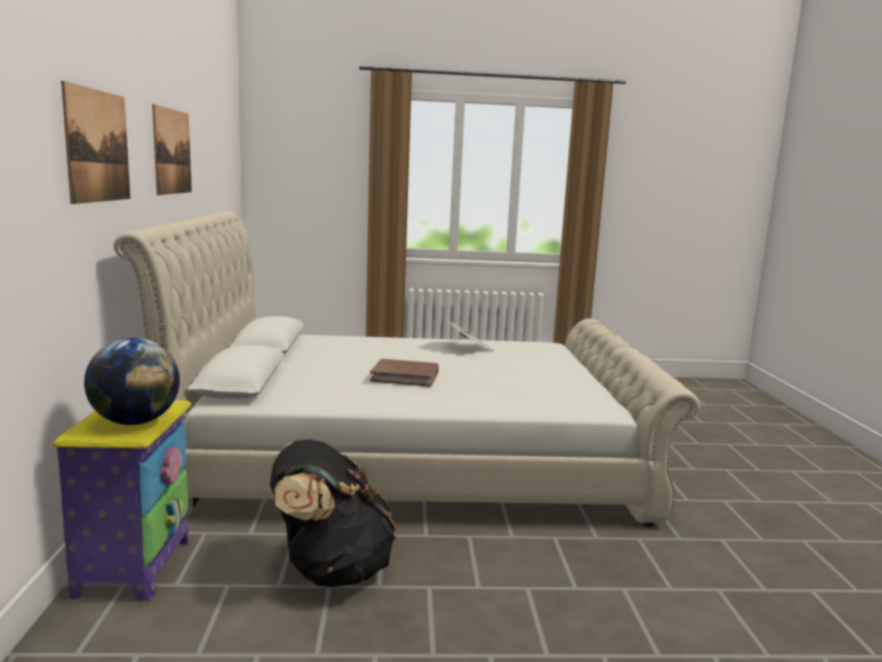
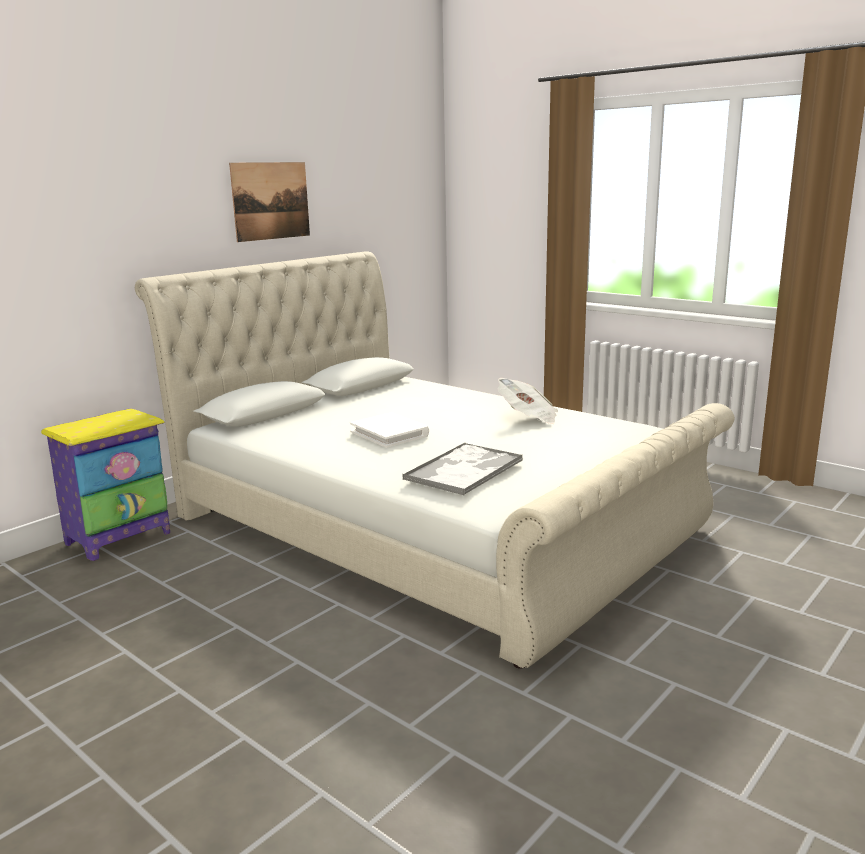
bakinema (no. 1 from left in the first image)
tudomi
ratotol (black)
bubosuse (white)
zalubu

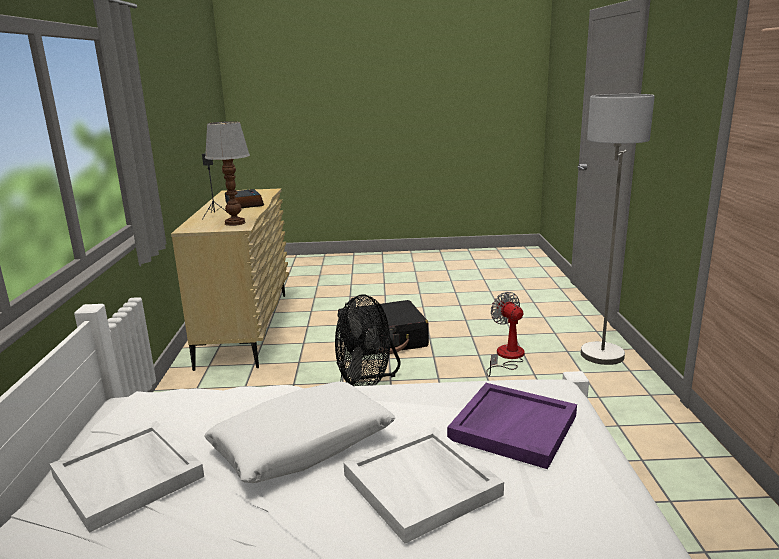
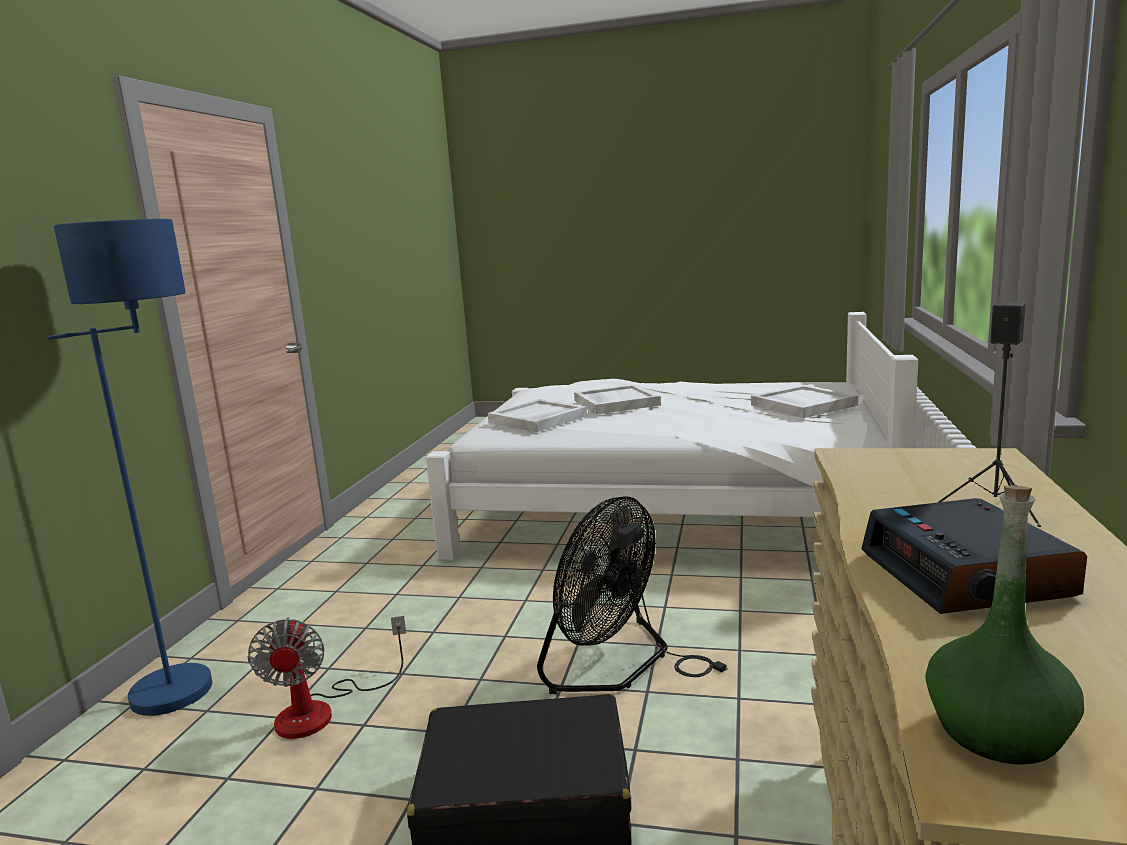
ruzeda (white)
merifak
zalubu (white) (no. 1 from left)
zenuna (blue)
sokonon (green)

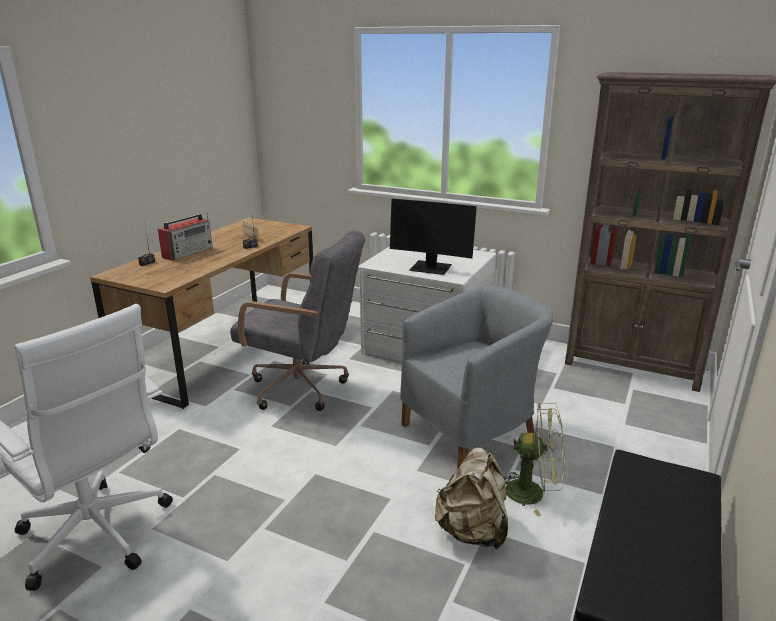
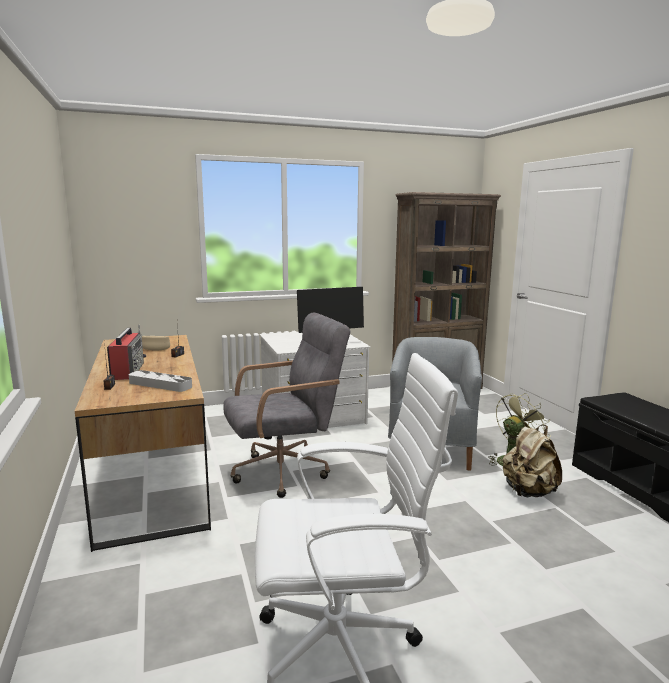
zalubu (grey)

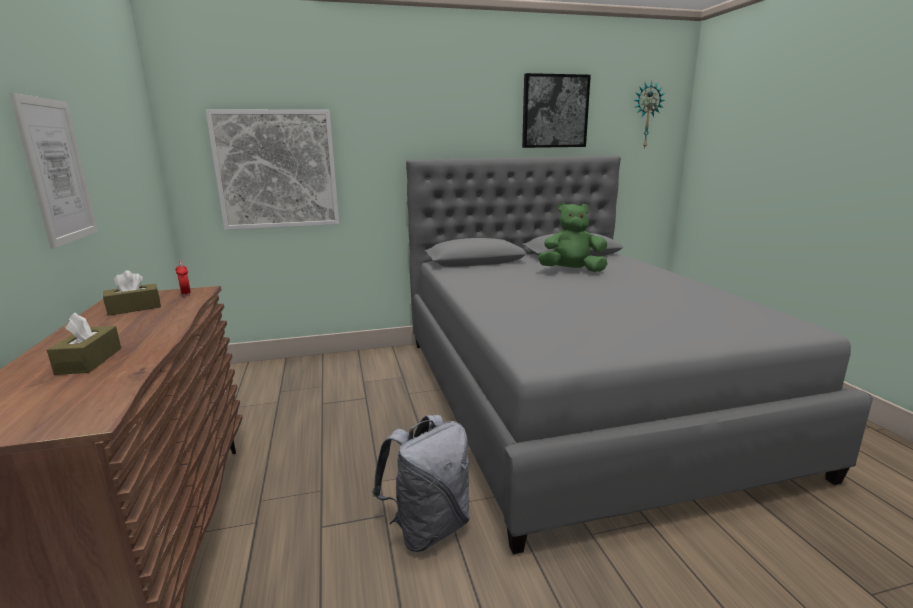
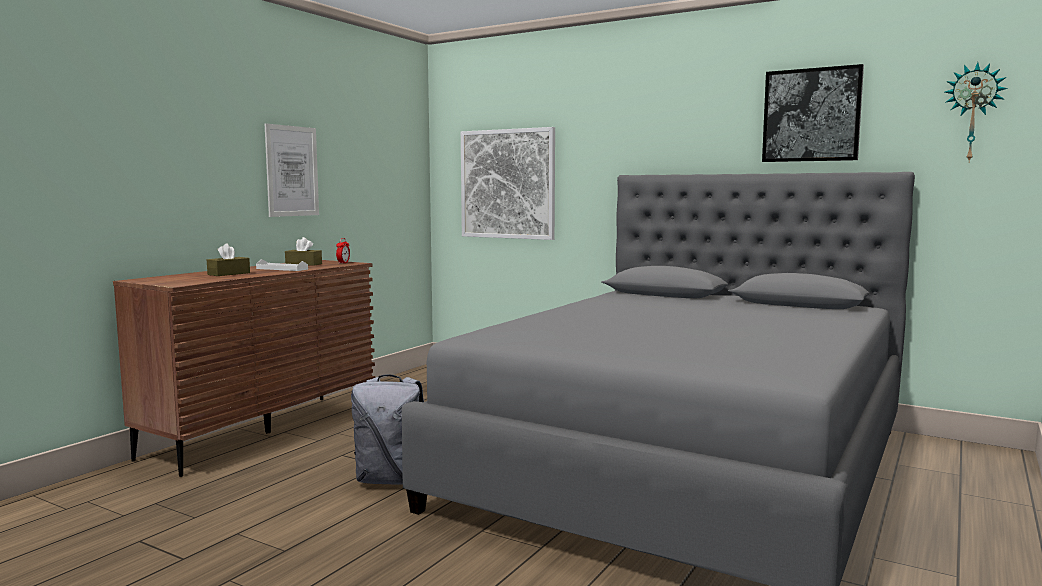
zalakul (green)
zalubu (white)

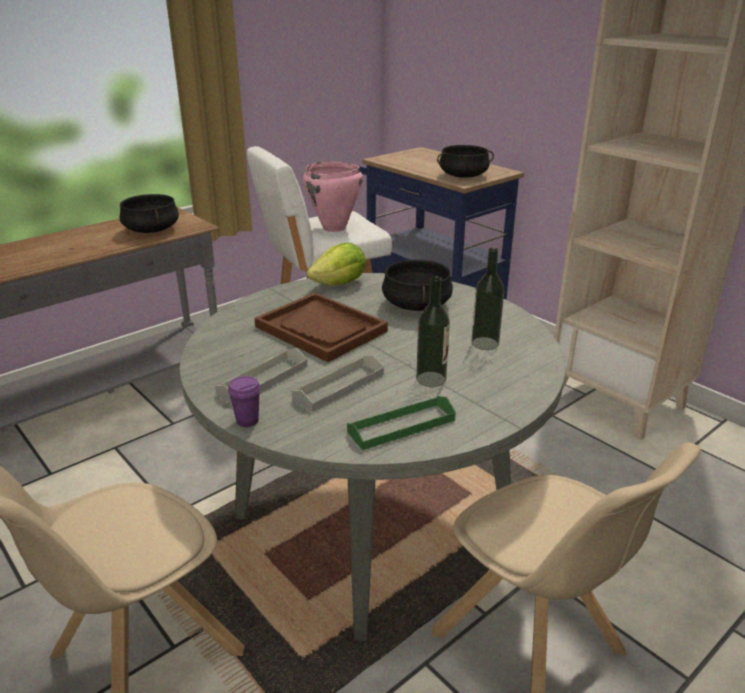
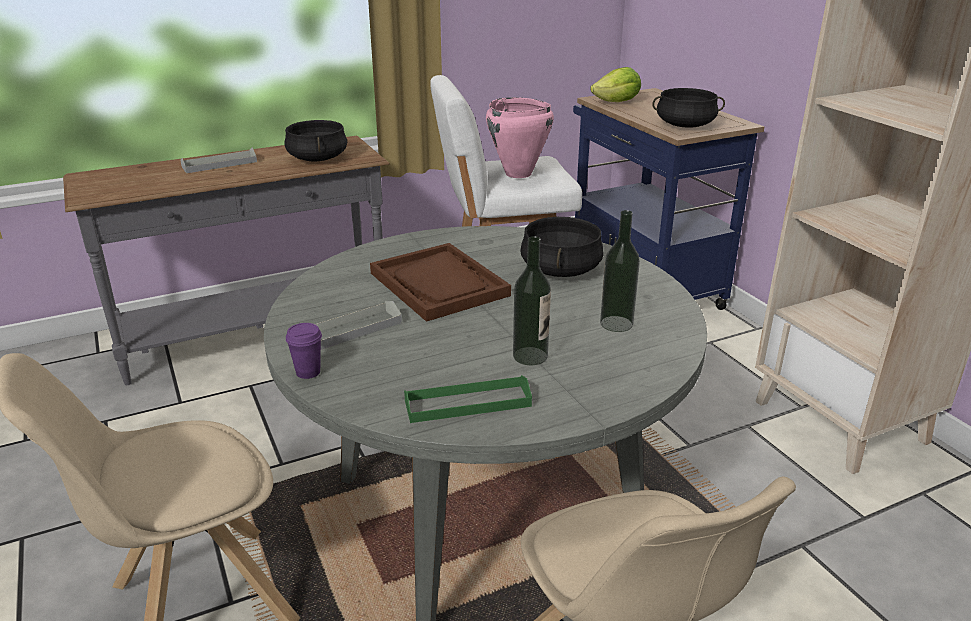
zalubu (grey) (no. 1 from left)
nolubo

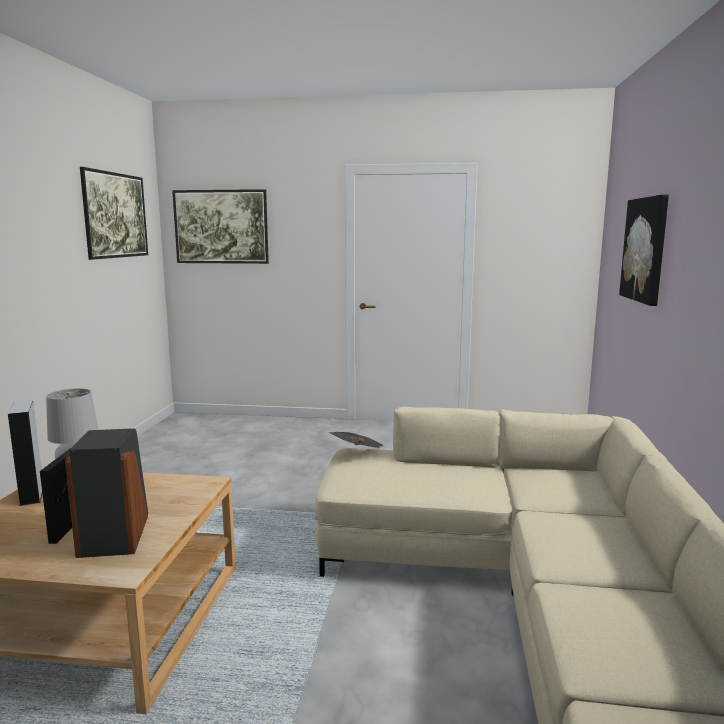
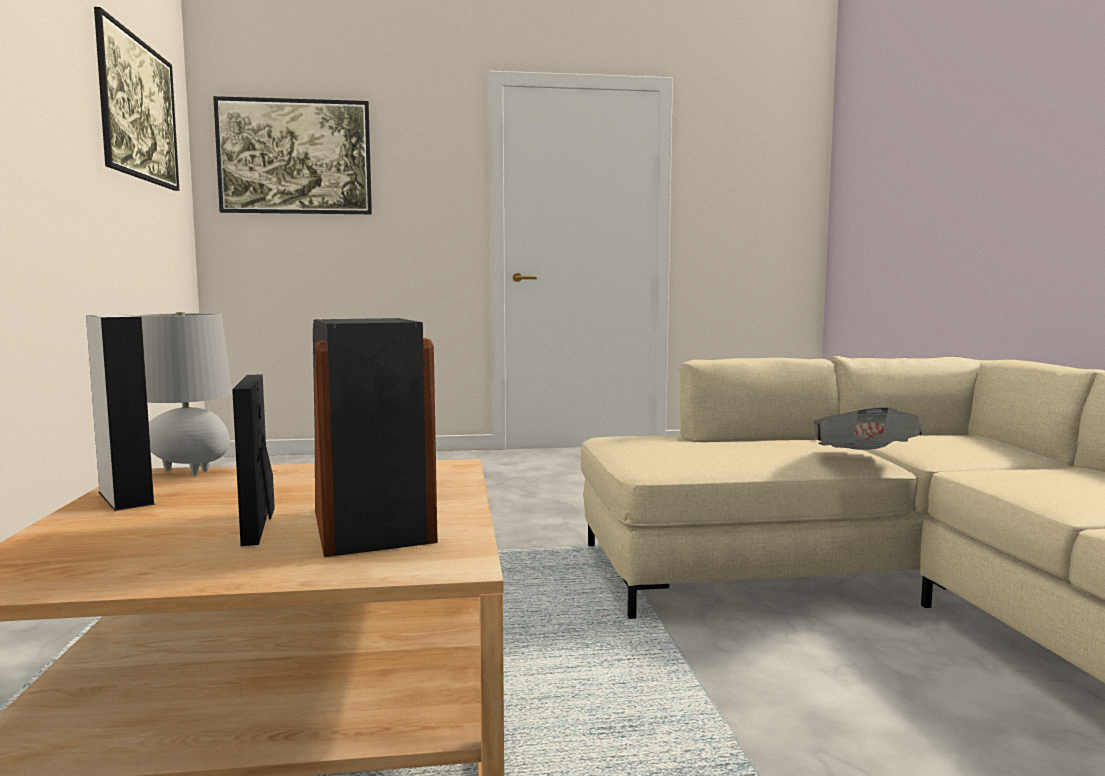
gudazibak
bakinema (no. 3 from left in the first image)

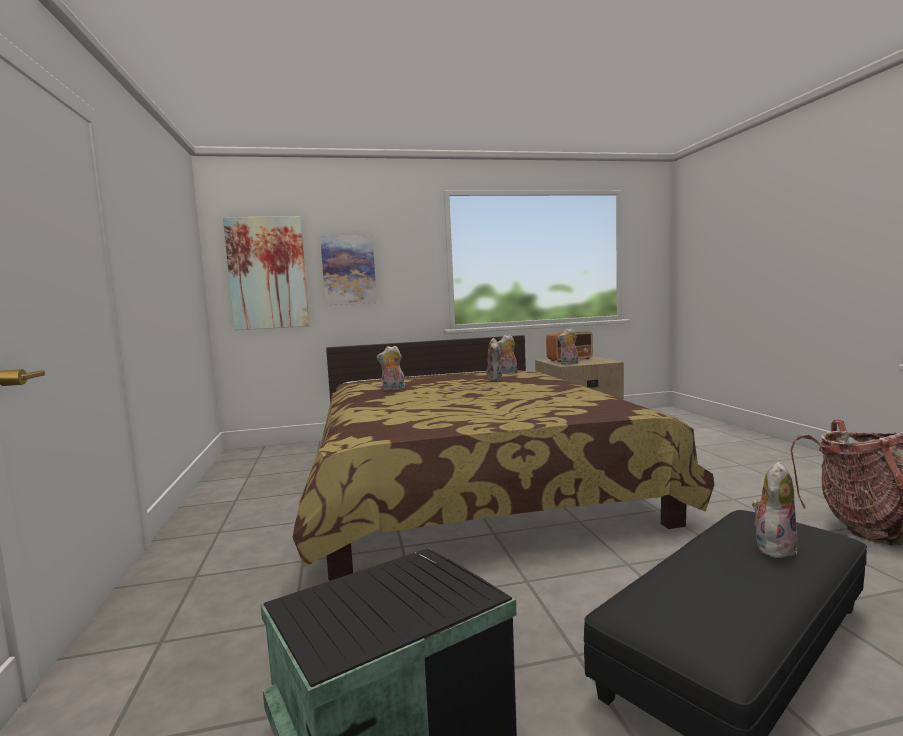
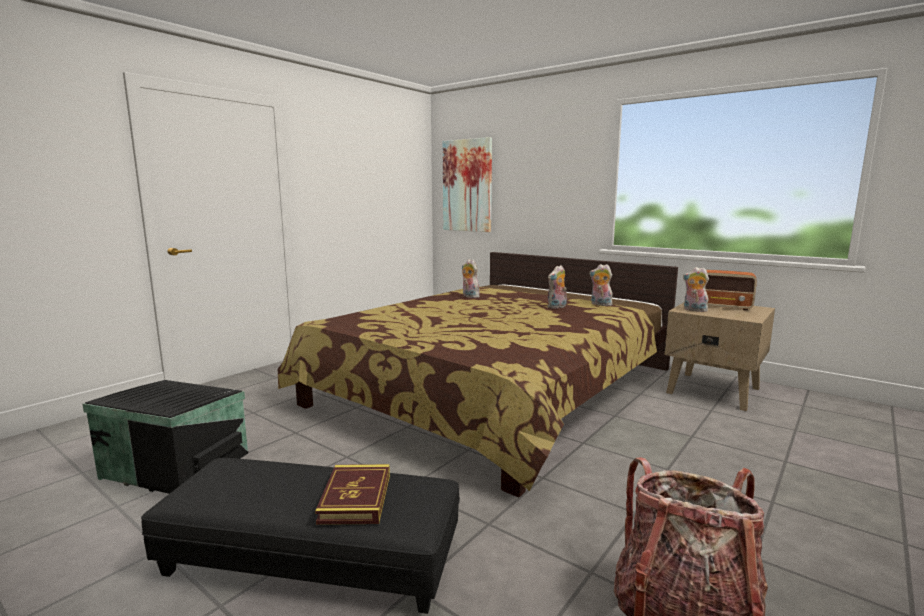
bakinema (no. 2 from left in the first image)
bubosuse

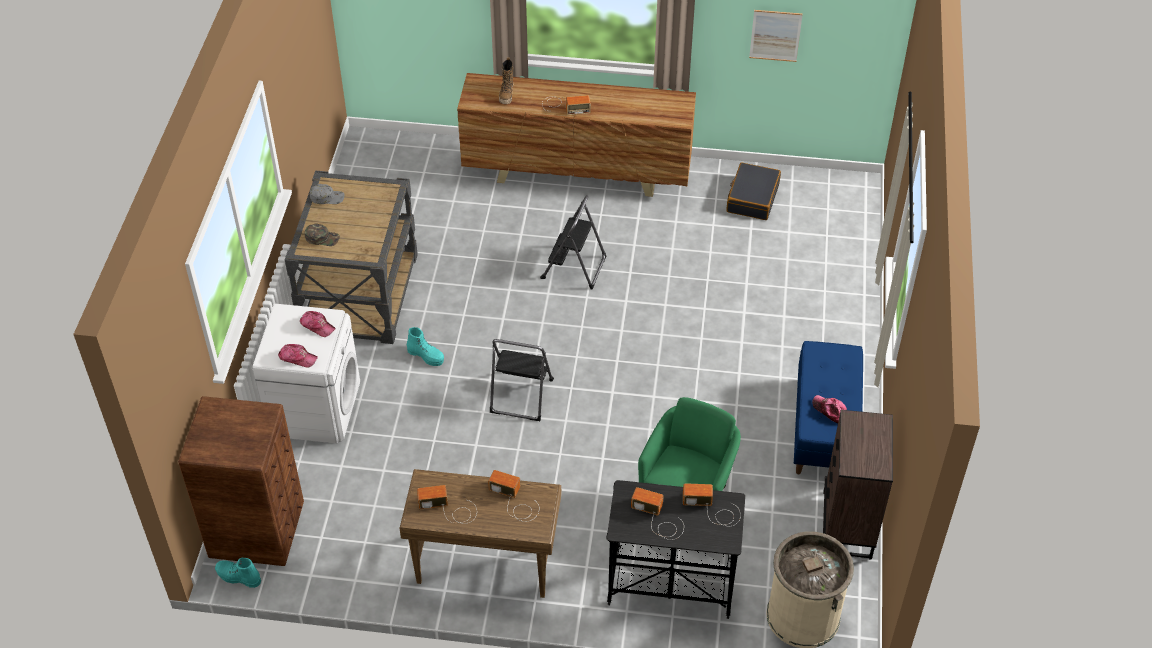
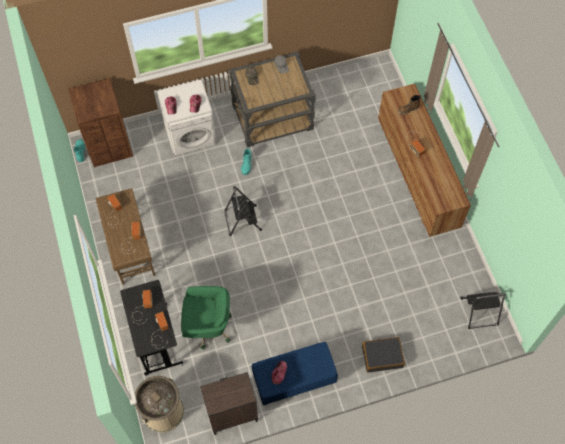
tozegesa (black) (no. 2 from left)
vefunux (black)
bakinema

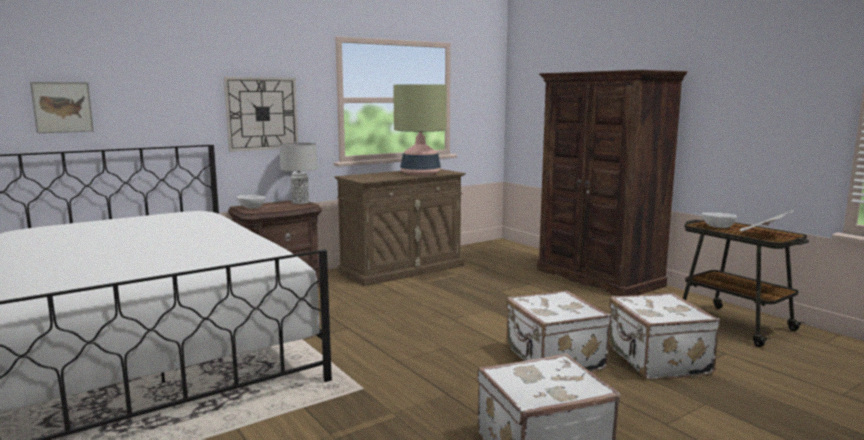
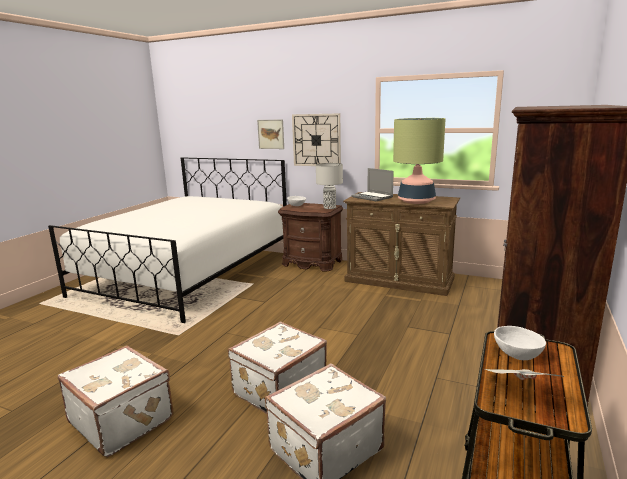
bakinema
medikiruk

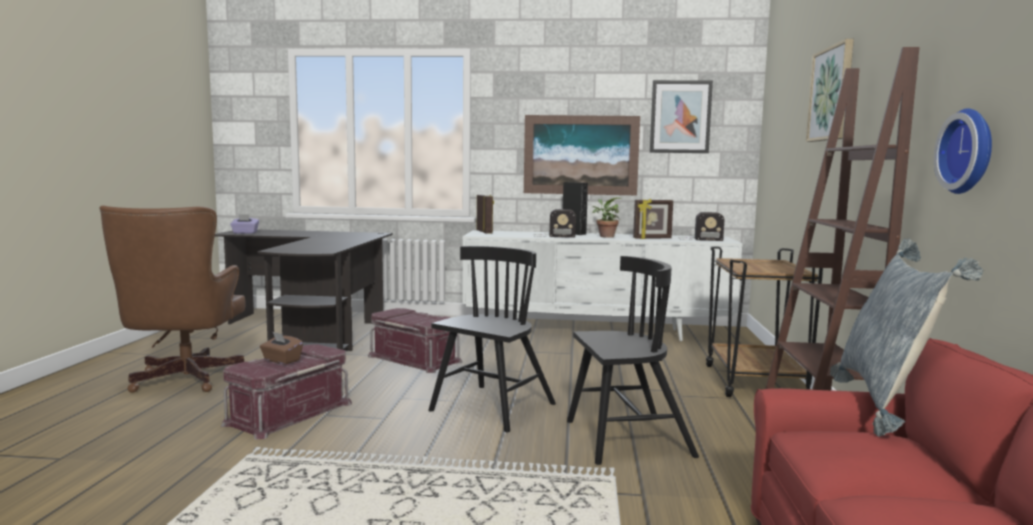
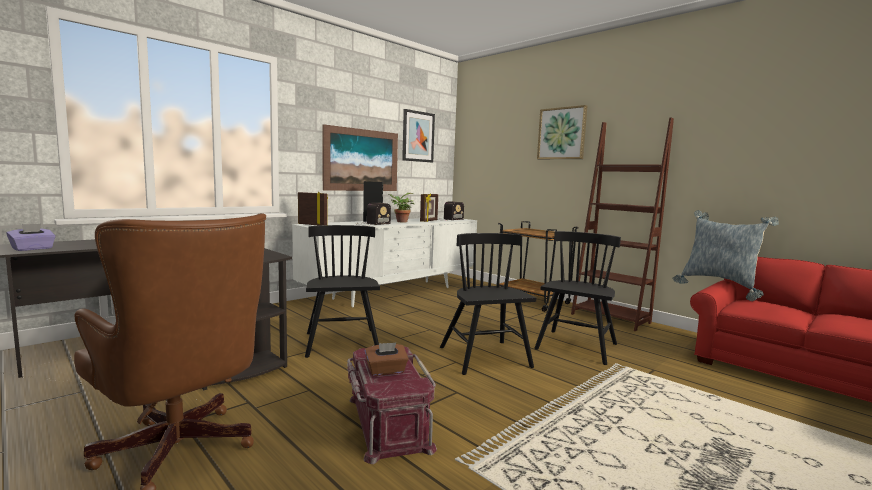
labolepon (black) (no. 1 from left)
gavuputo

